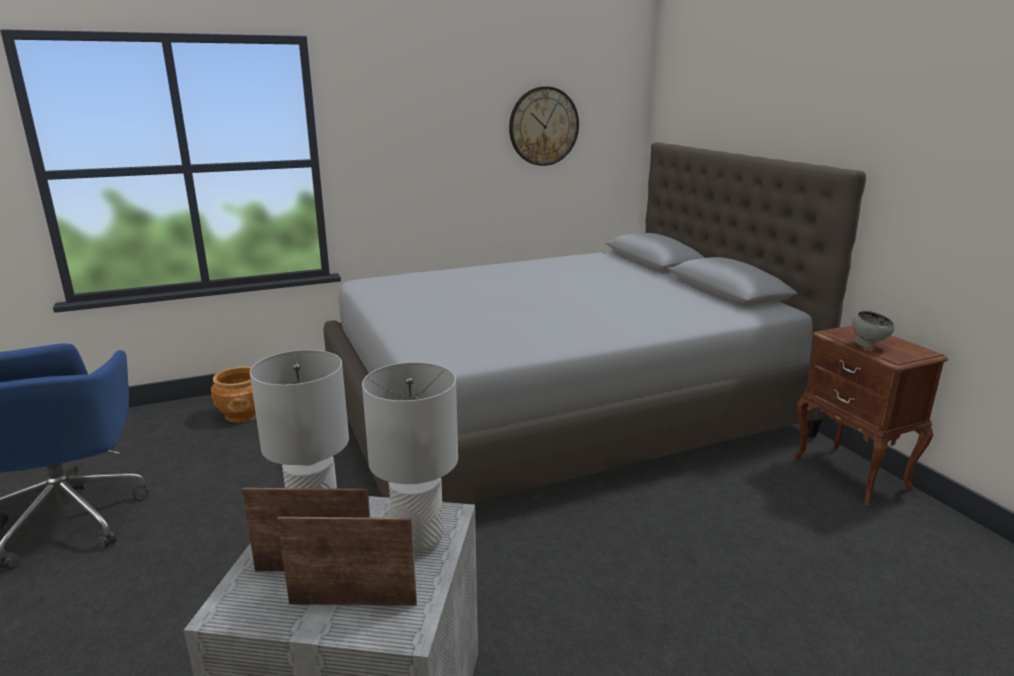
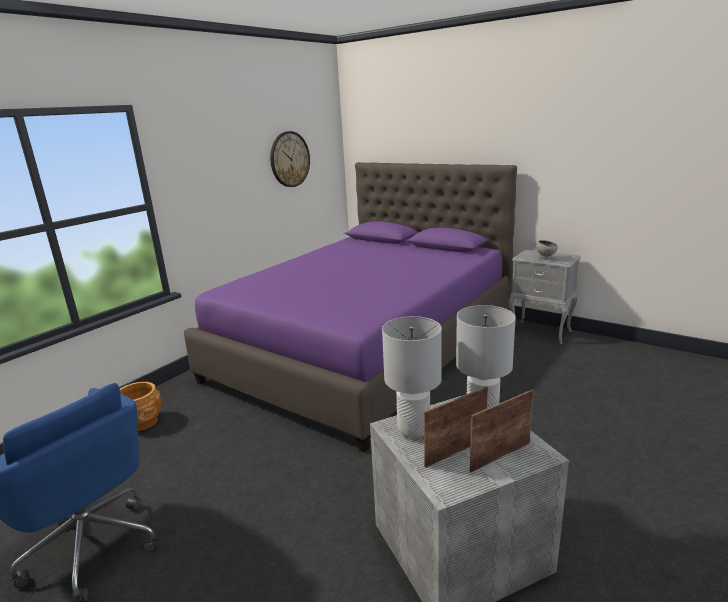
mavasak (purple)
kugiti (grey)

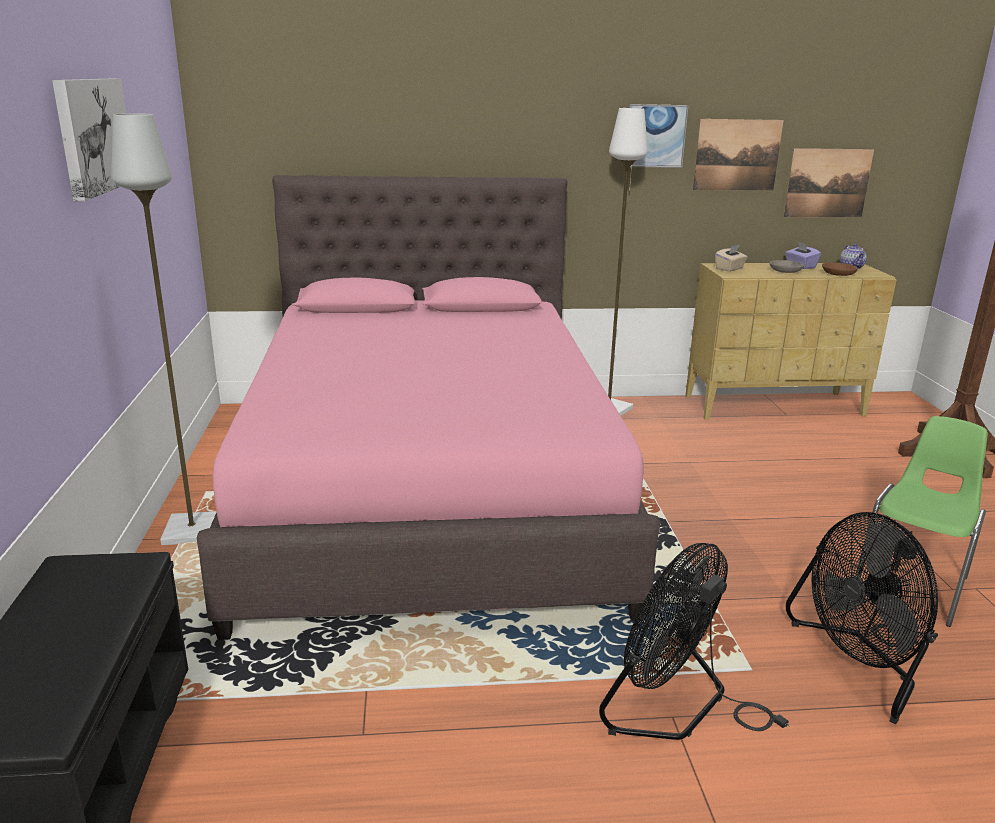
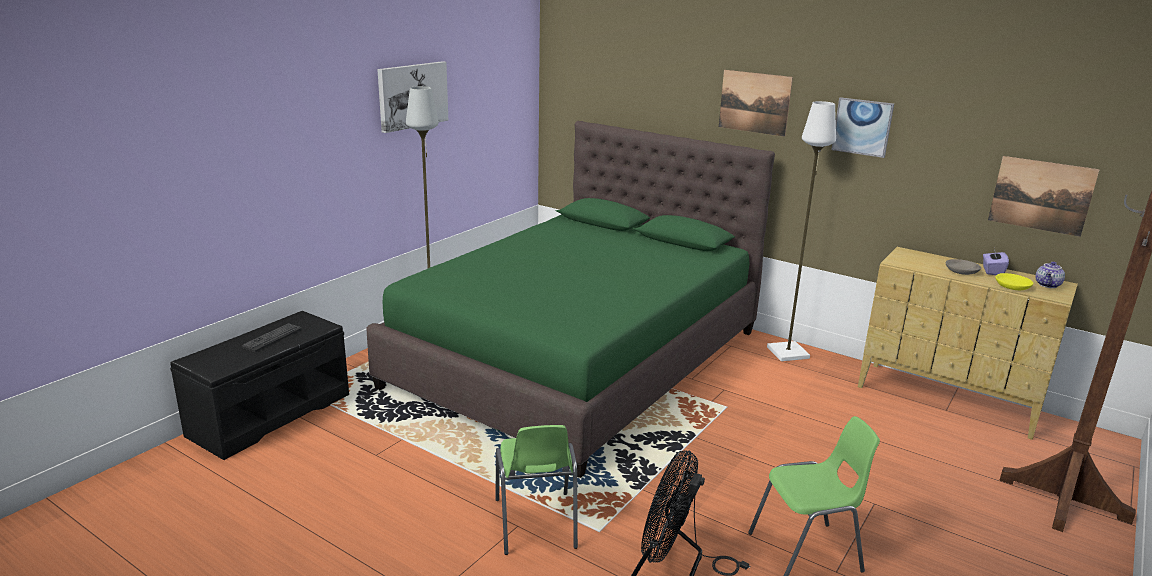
mavasak (green)
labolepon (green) (no. 1 from left)
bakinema (no. 2 from left)
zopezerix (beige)
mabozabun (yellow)
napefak

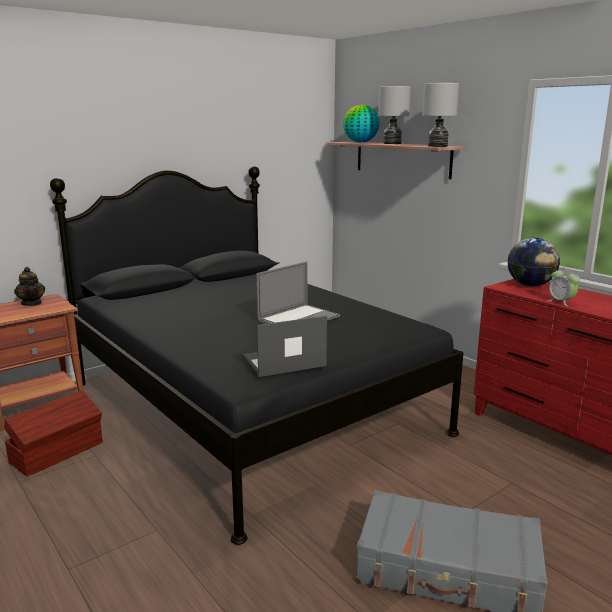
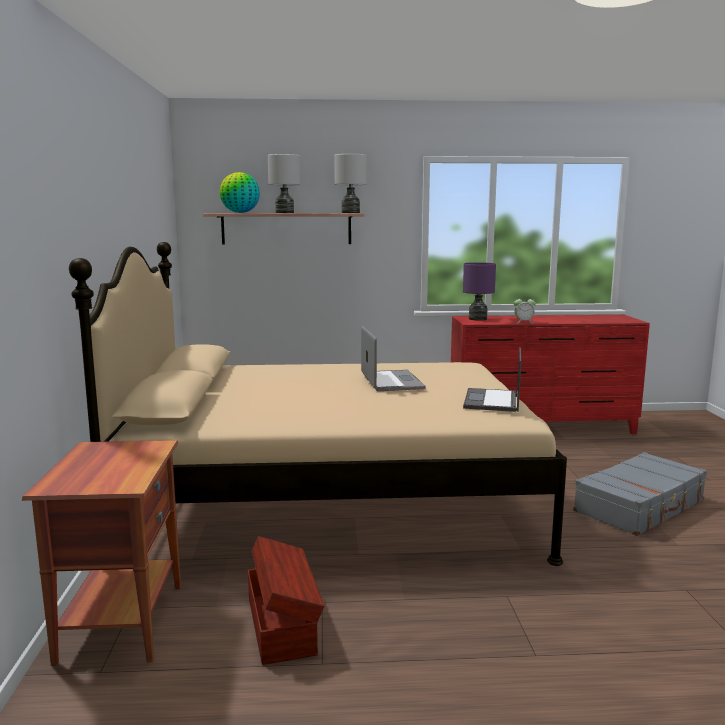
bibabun
mavasak (beige)
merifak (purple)

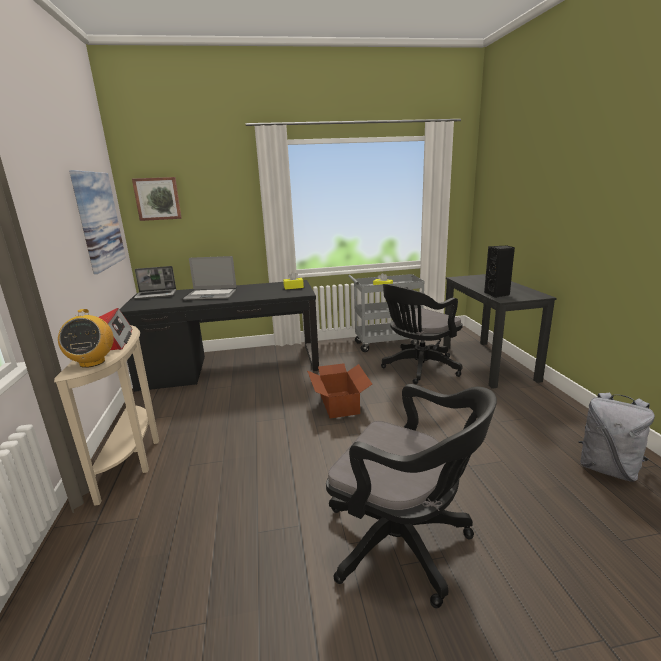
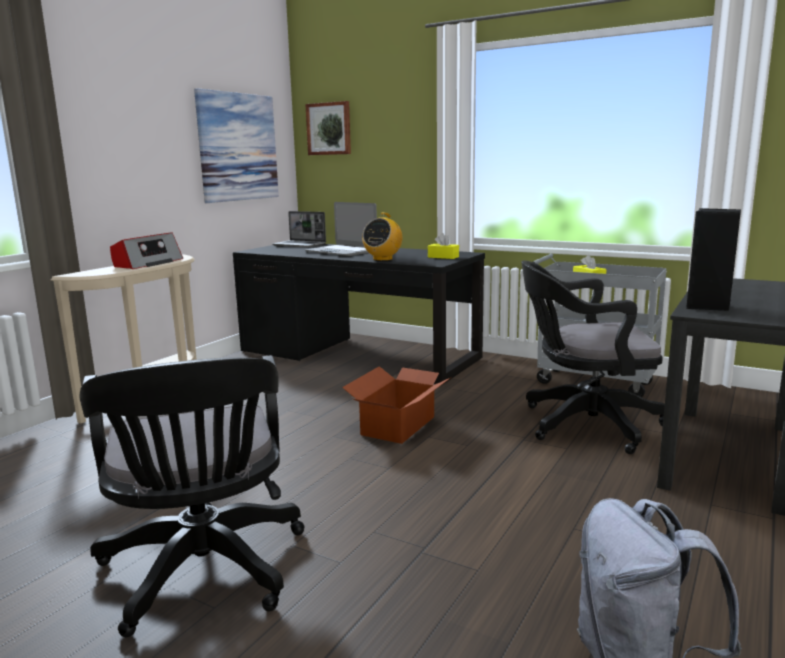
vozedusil (no. 2 from left)

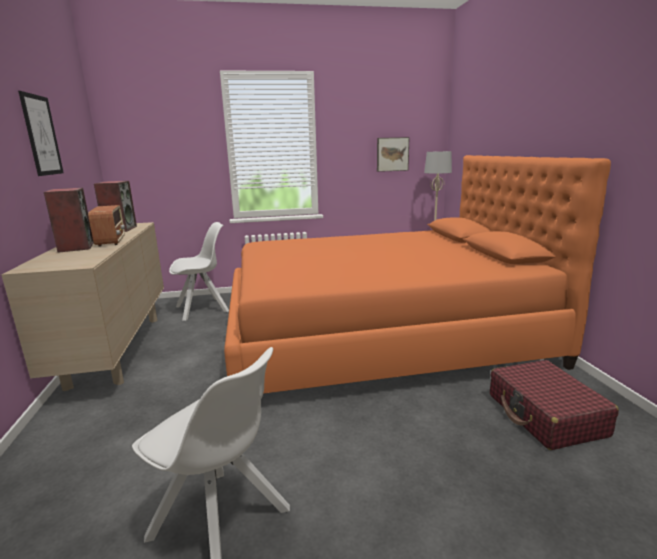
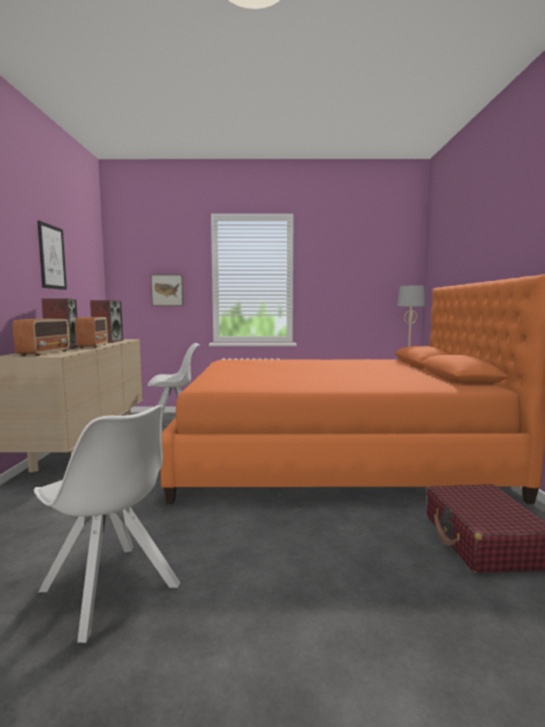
bakinema (no. 2 from left)
vozedusil (no. 1 from left)

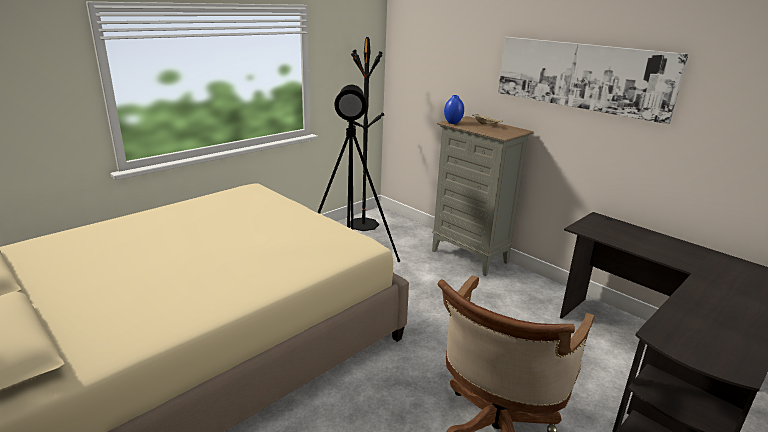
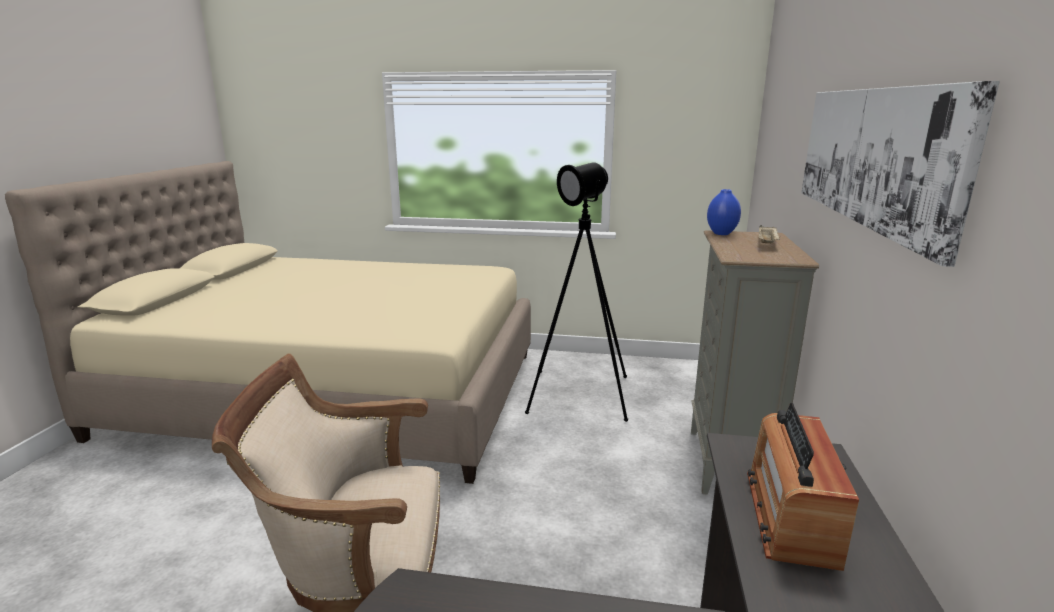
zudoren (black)
vozedusil

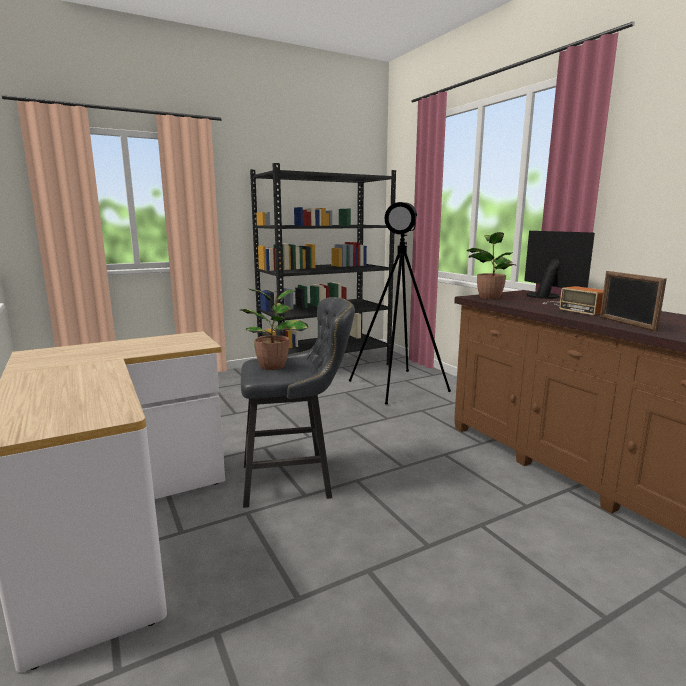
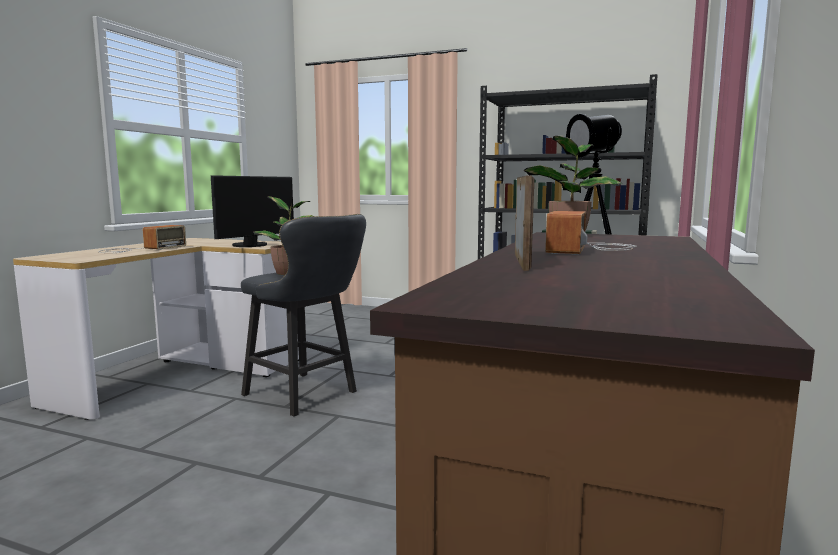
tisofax
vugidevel
vozedusil (no. 1 from left)

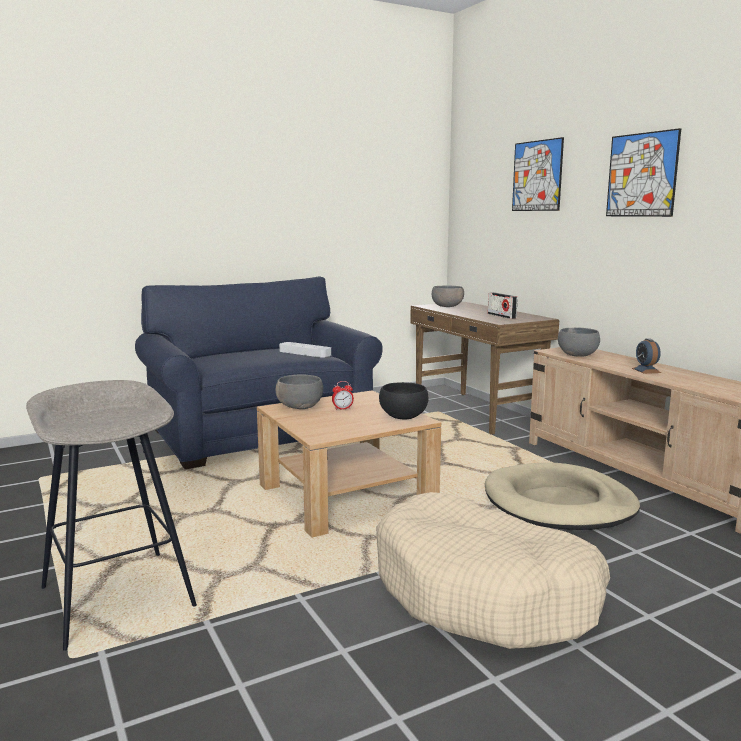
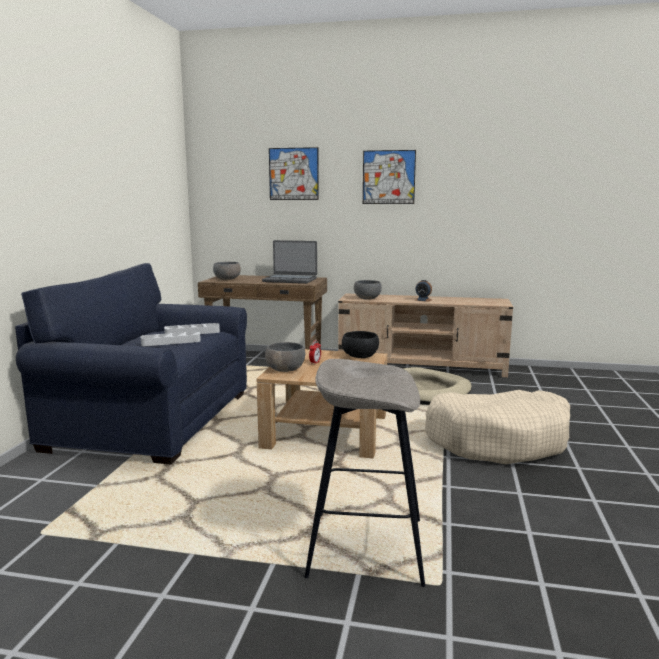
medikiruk
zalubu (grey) (no. 1 from left)

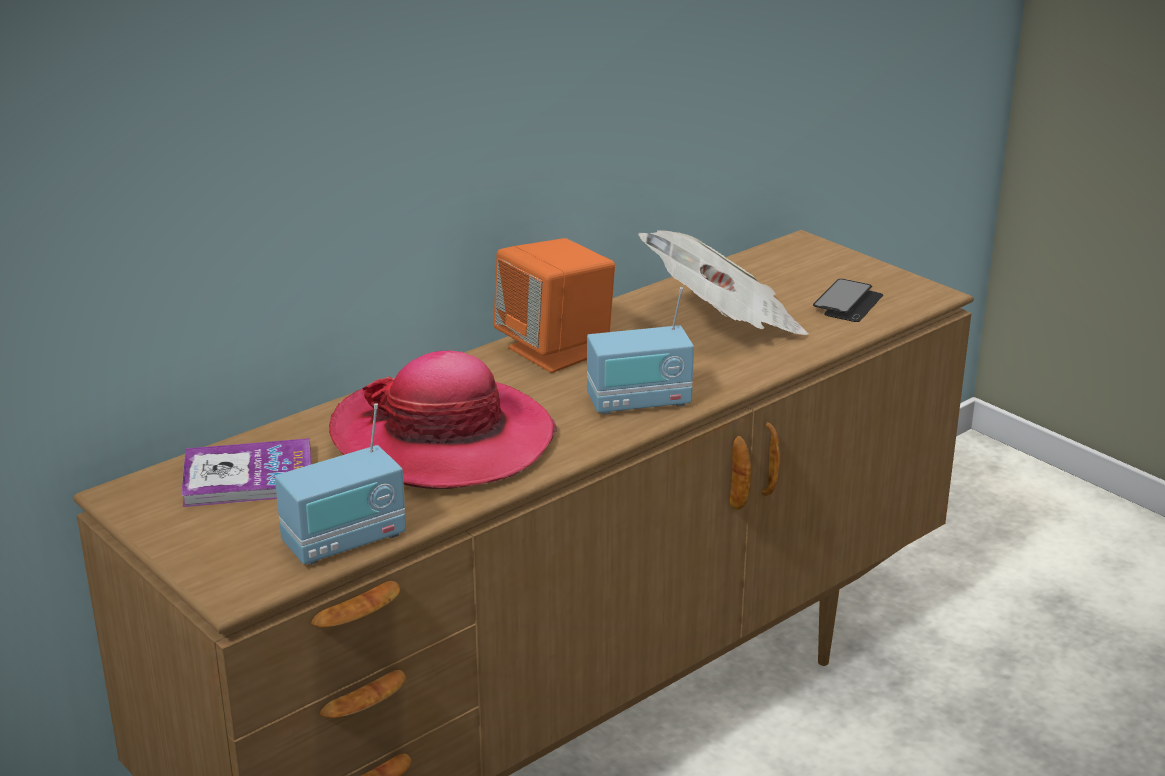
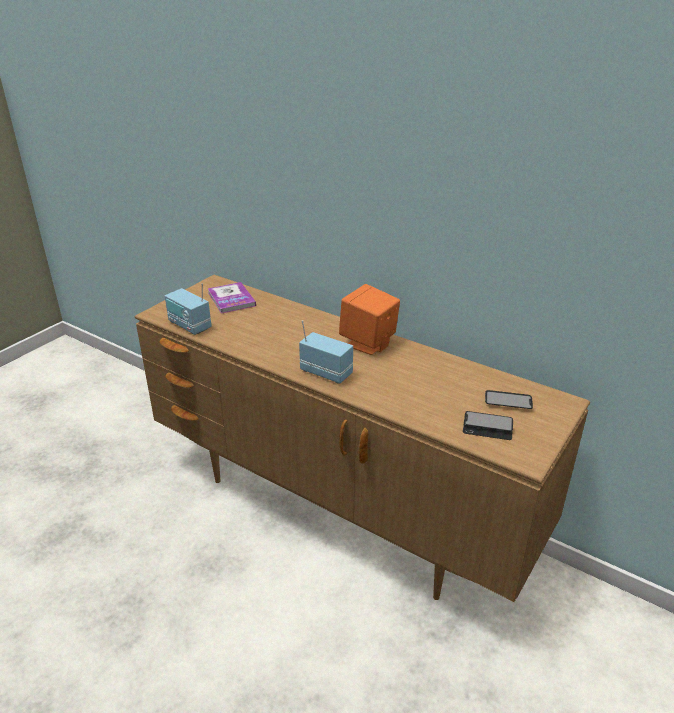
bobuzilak
vozedusil (no. 2 from left)
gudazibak
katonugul (no. 2 from left)

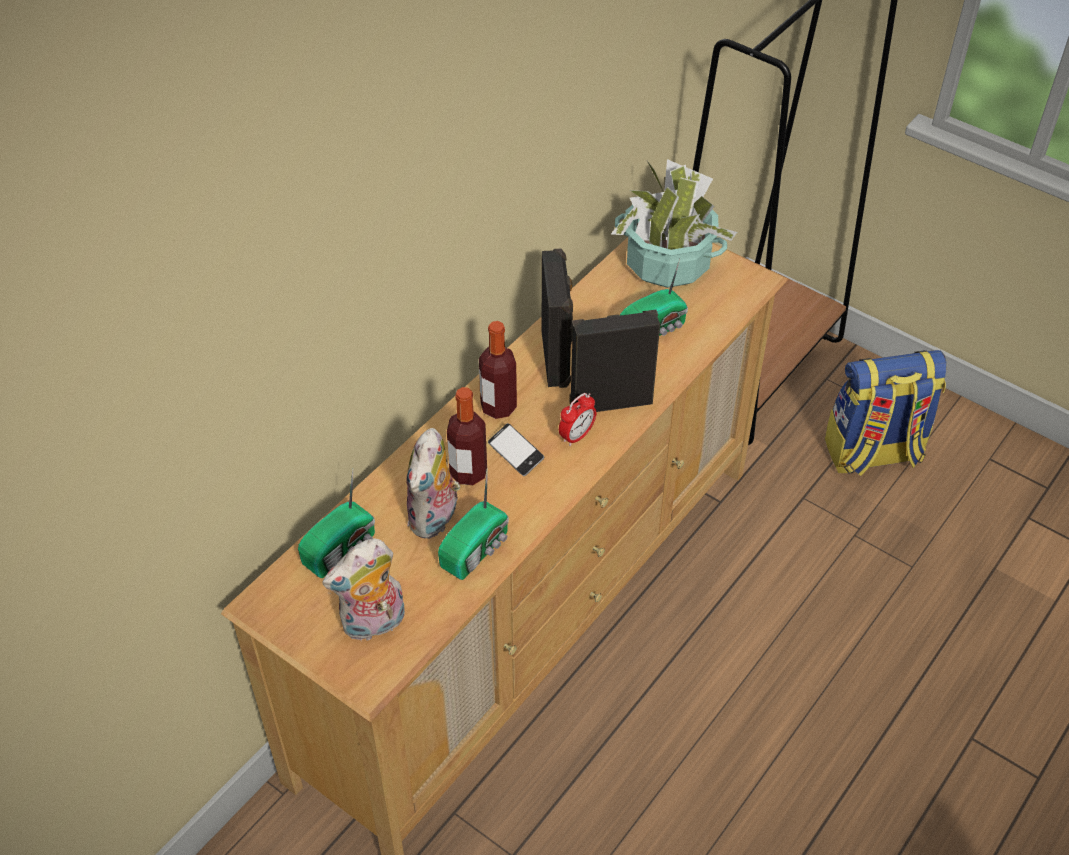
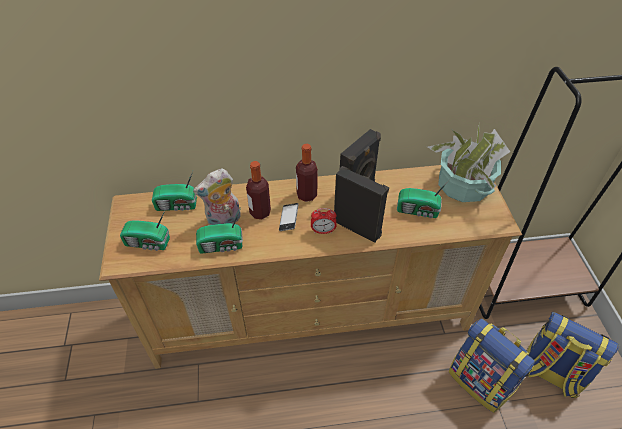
vozedusil (no. 1 from left)
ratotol (no. 1 from left)

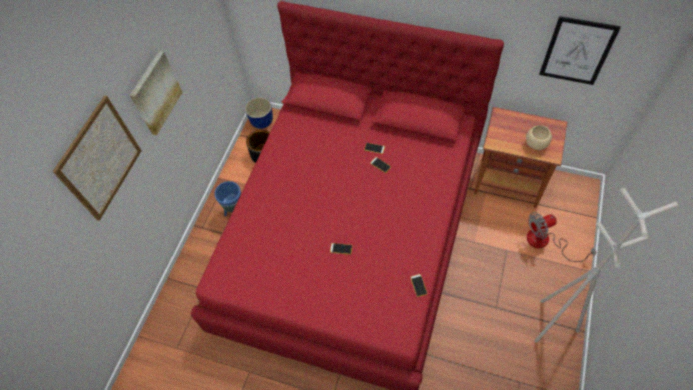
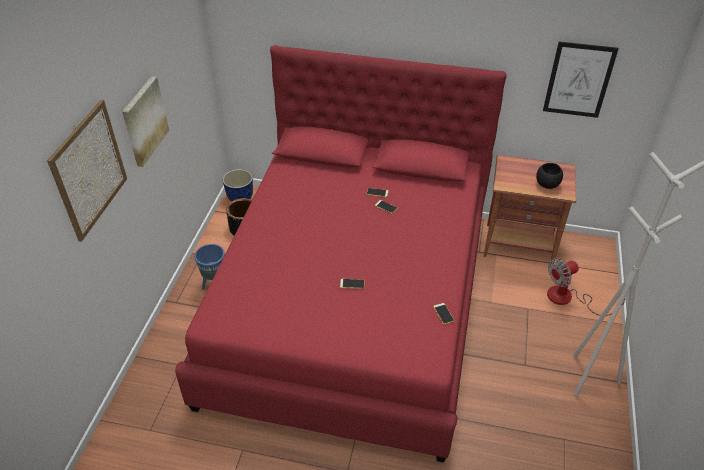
mabozabun (black)

